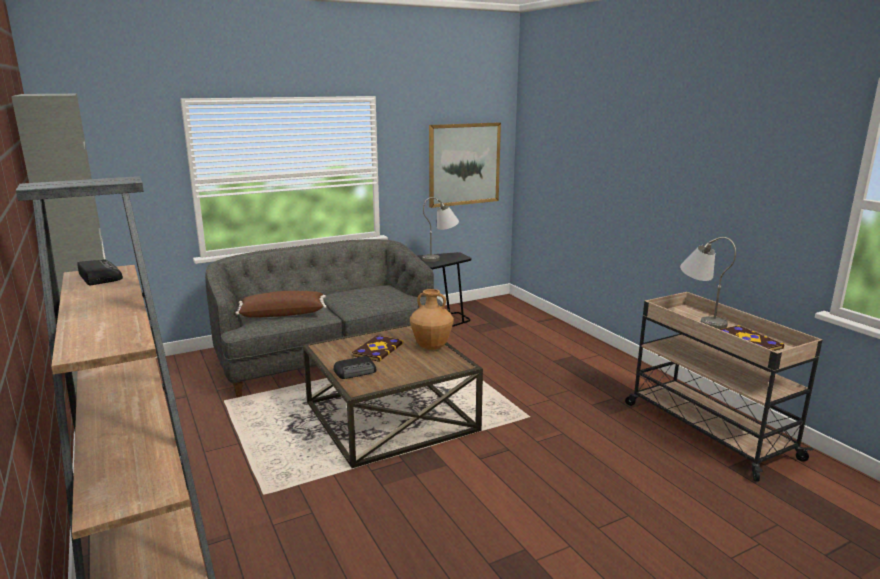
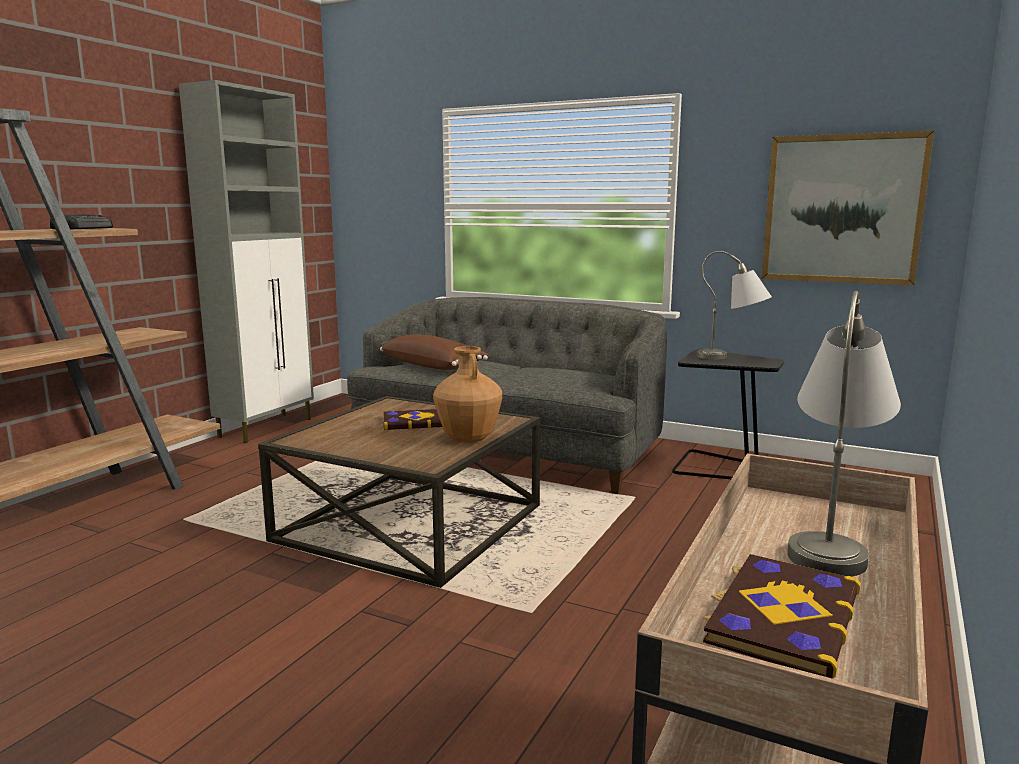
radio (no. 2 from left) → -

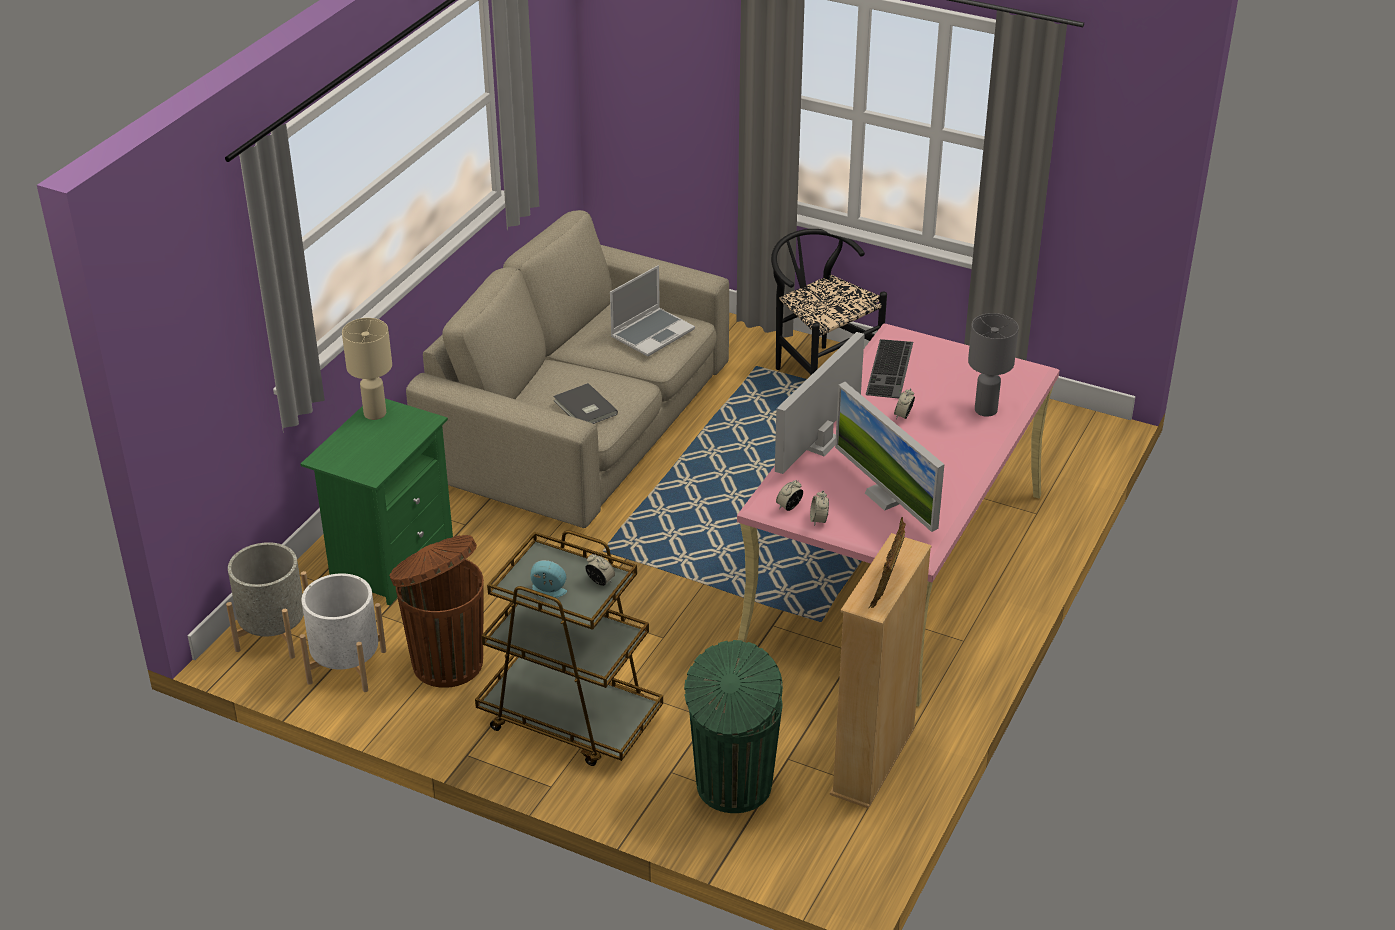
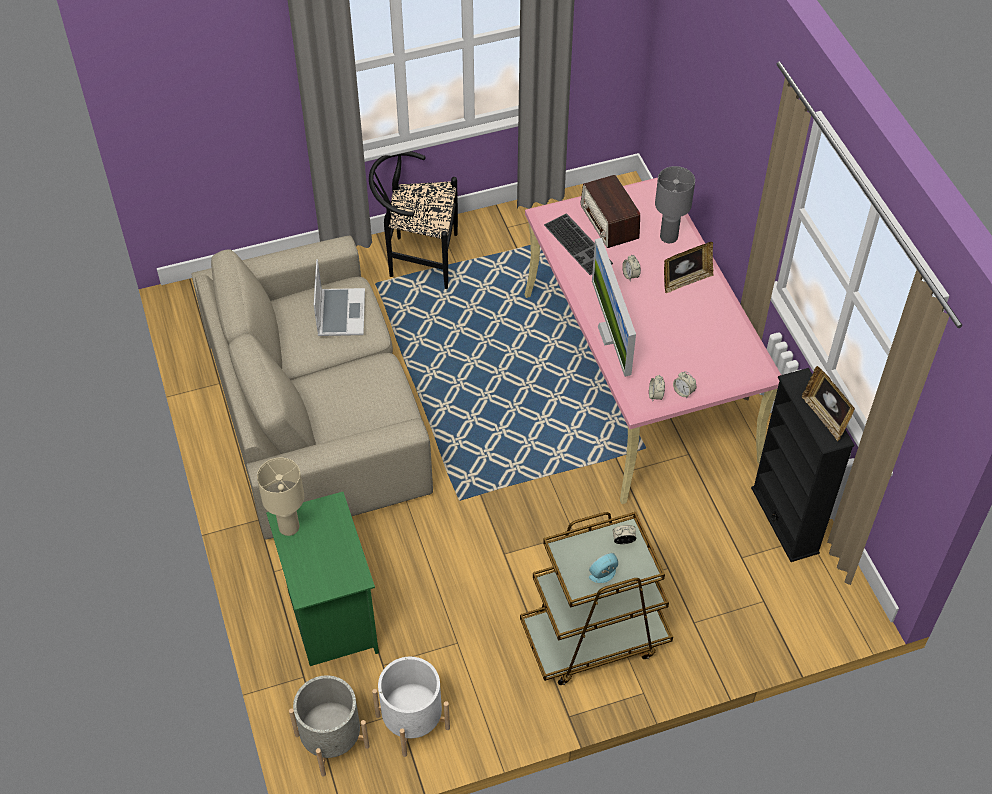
monitor (no. 2 from left) → -
książka [szary] → -
regał [beżowy] → regał [czarny]
kosz na śmieci [brązowy] → -
kosz na śmieci [zielony] → -
- → radio
- → ramka na zdjęcie (no. 1 from left)

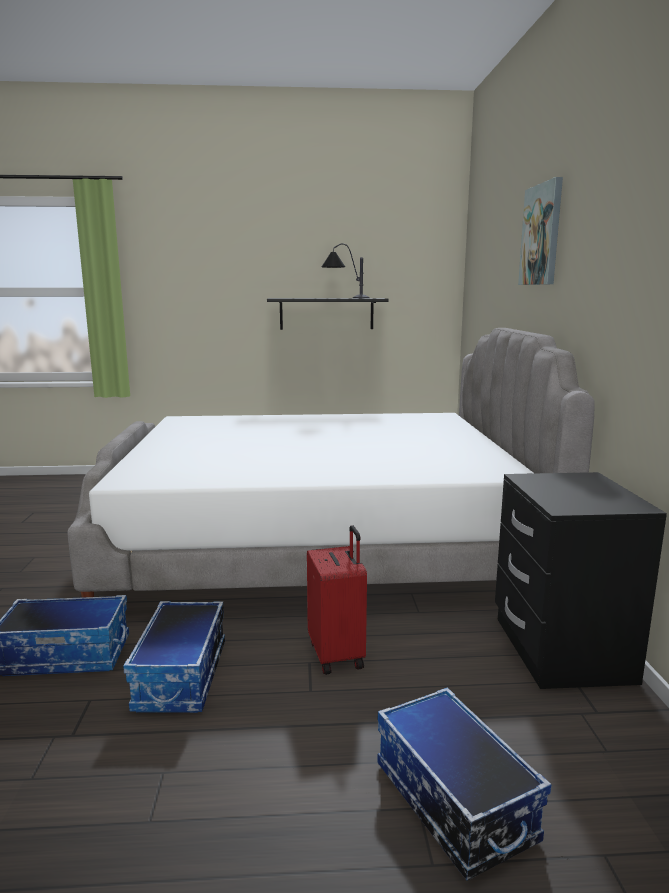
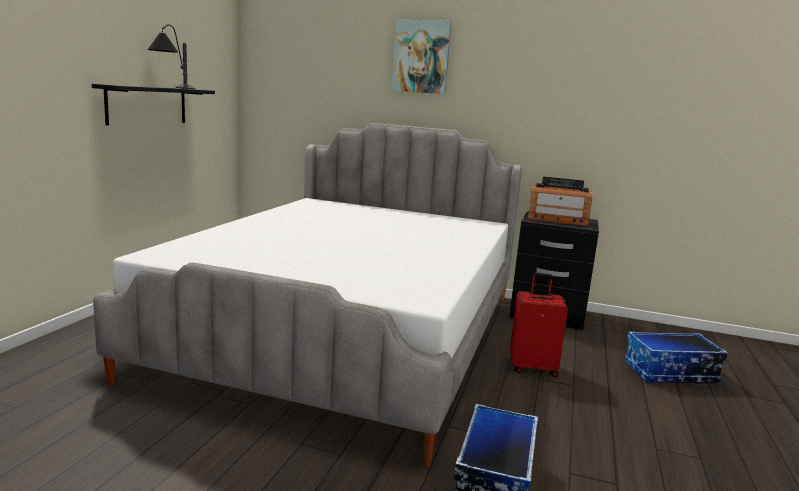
pojemnik do przechowywania (no. 2 from left) → -
- → radio

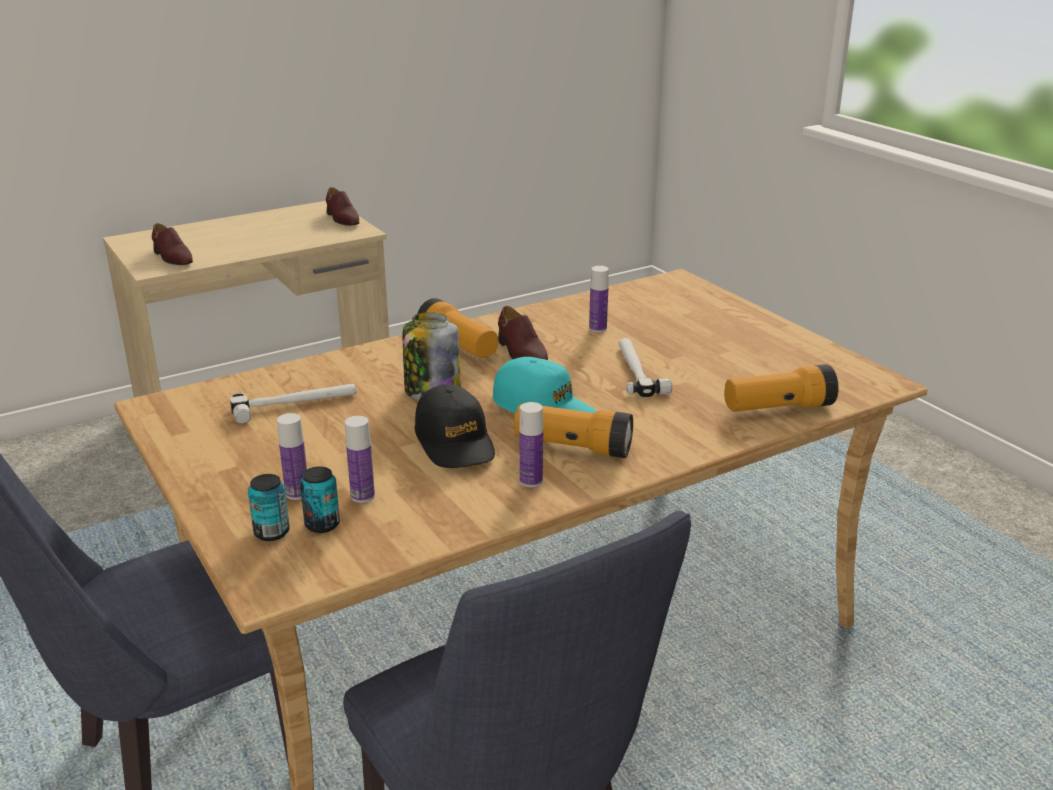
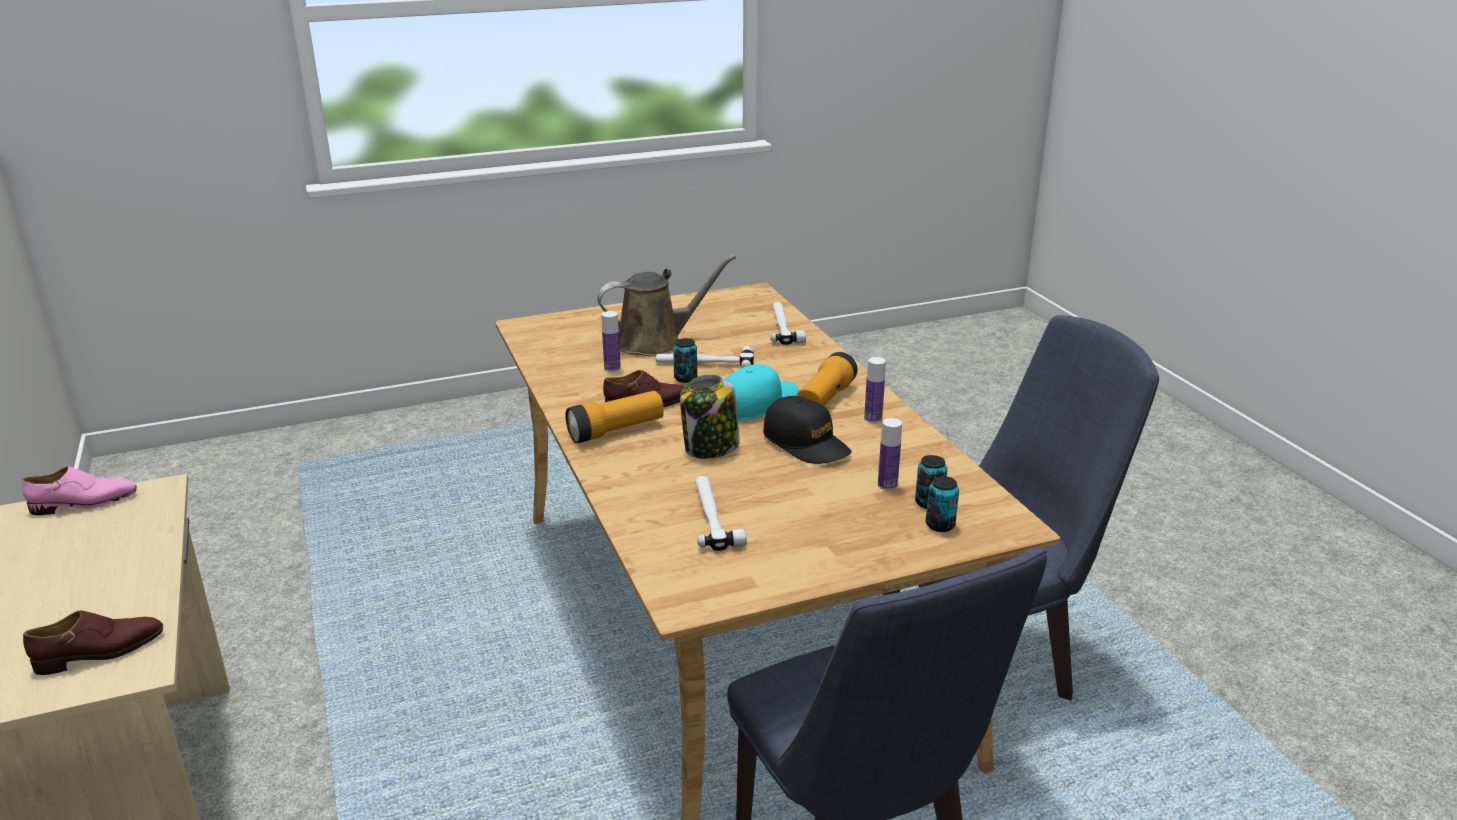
but [brązowy] (no. 2 from left) → but [różowy]
latarka (no. 3 from left) → młotek (no. 3 from left)
czapka z daszkiem [czarny], 60 degrees clockwise
butelka (no. 1 from left) → -
- → konewka [brązowy]
- → puszka (no. 1 from left)

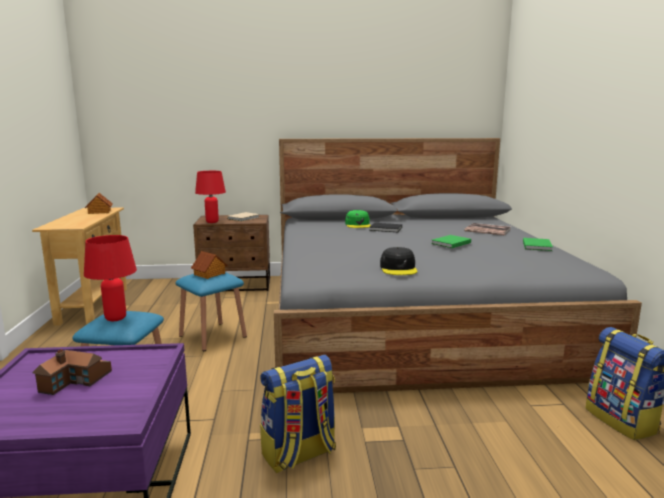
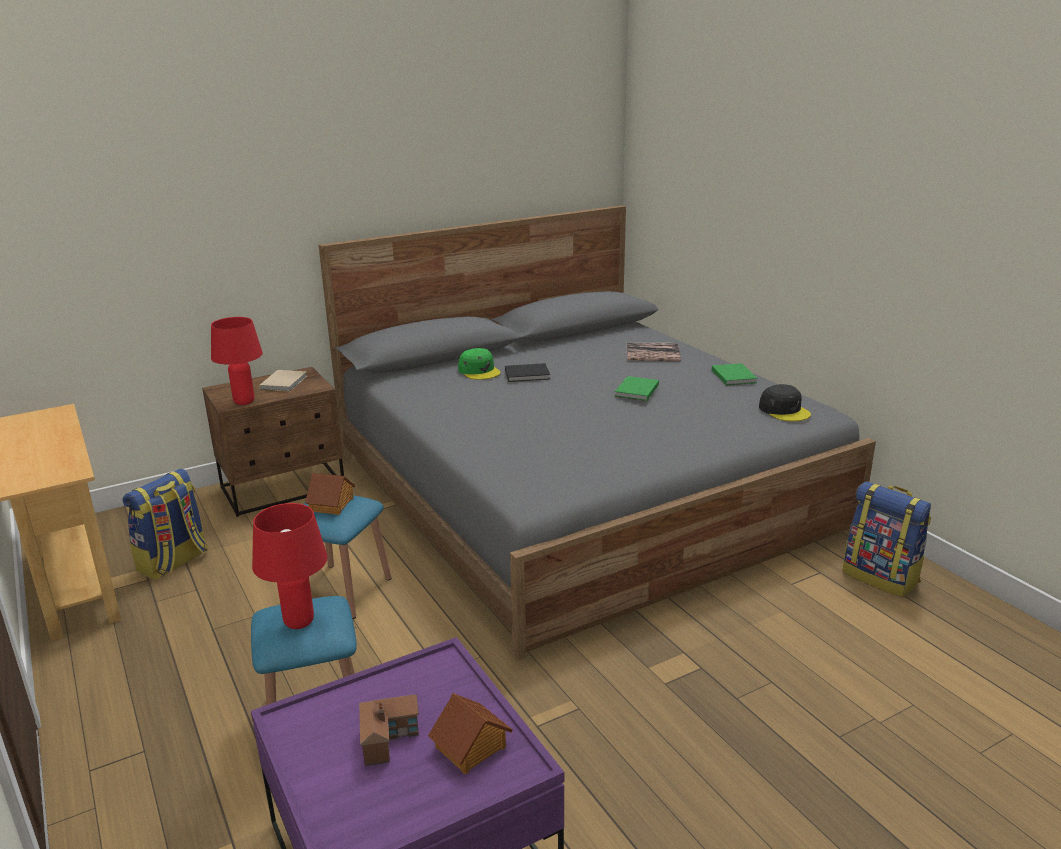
domek (no. 2 from left in the first image) → domek (no. 3 from left), relocated
czapka z daszkiem [czarny], relocated
plecak (no. 1 from left), relocated

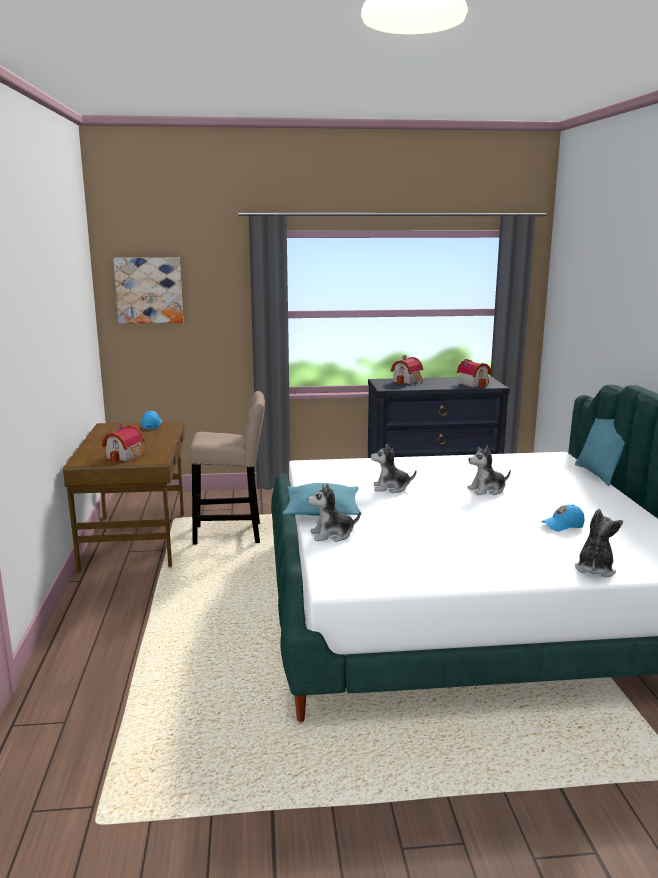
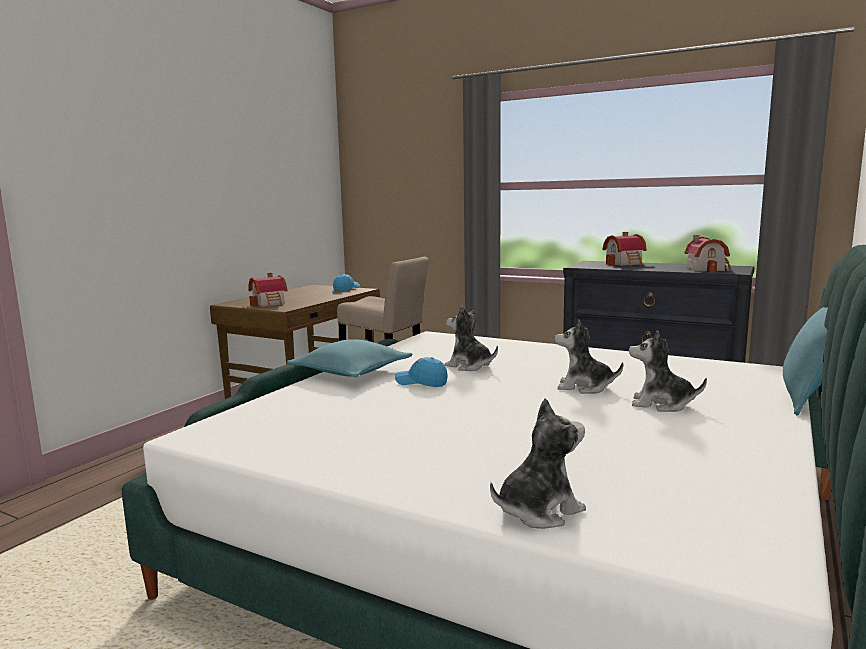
obraz → -
pluszak (no. 1 from left in the first image) → pluszak (no. 4 from left), relocated
czapka z daszkiem [niebieski] (no. 2 from left), relocated

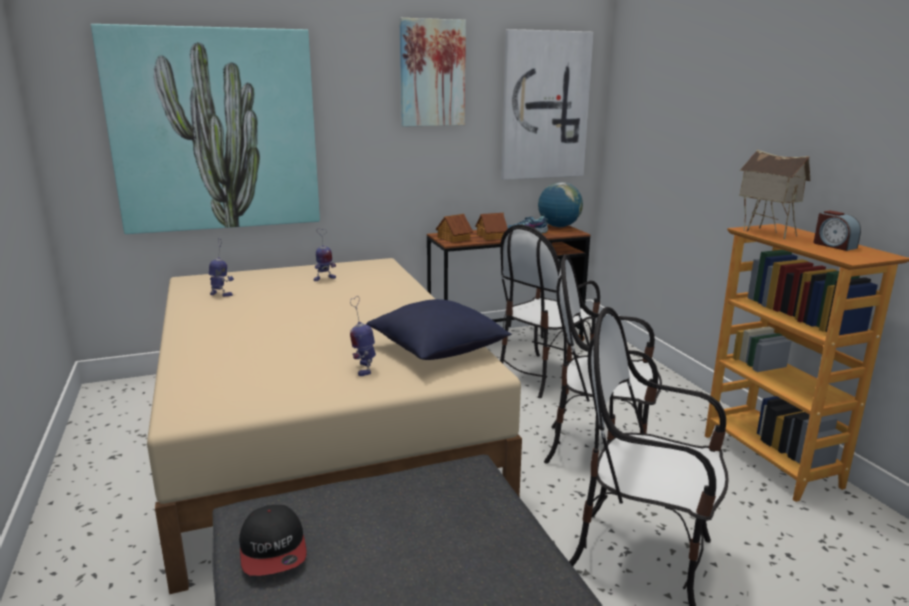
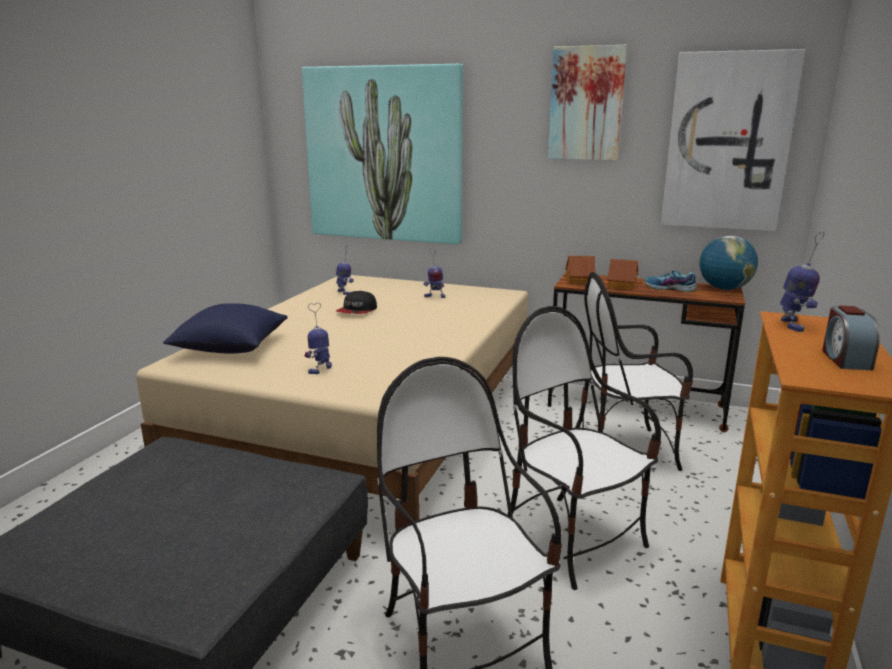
domek (no. 3 from left) → robot zabawkowy (no. 4 from left)
poduszka [niebieski], relocated
czapka z daszkiem, relocated

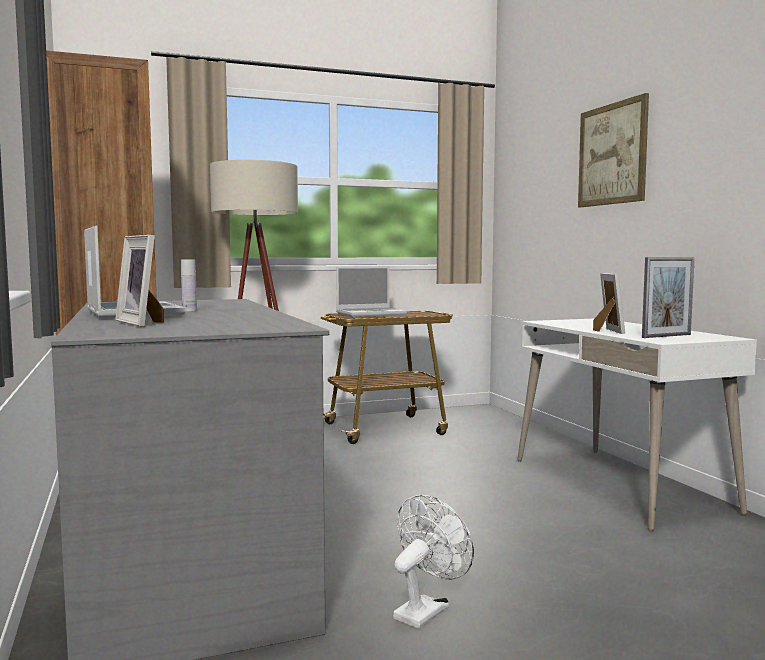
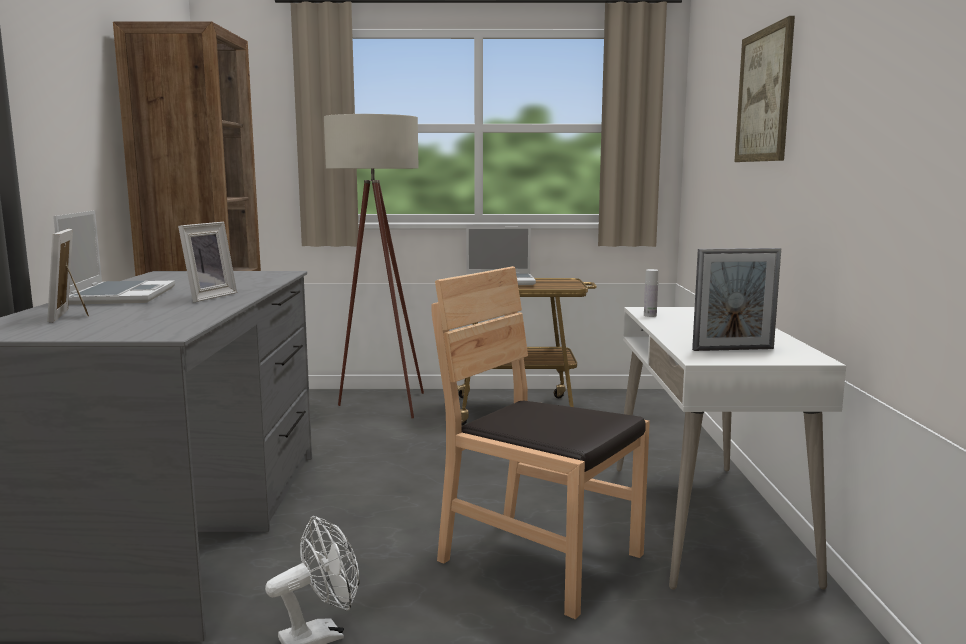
butelka [biały], relocated
ramka na zdjęcie (no. 2 from left), relocated
- → krzesło [brązowy]

